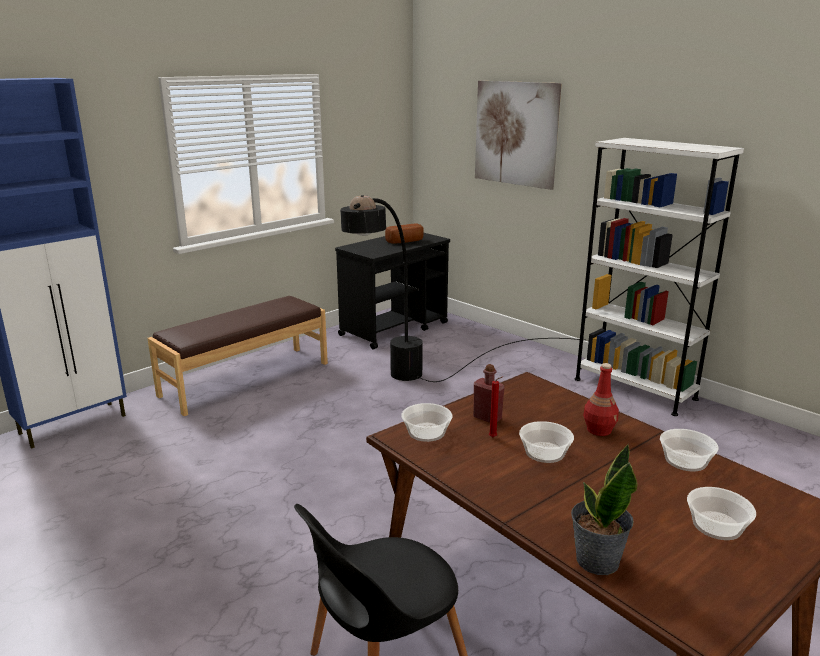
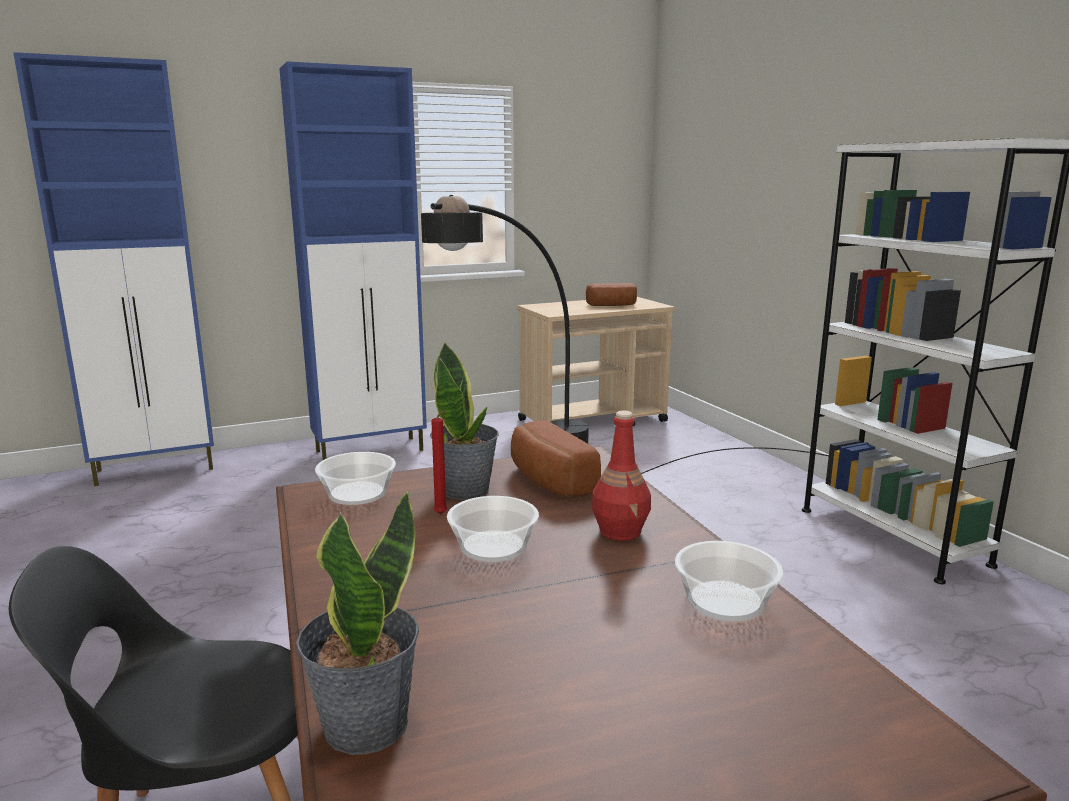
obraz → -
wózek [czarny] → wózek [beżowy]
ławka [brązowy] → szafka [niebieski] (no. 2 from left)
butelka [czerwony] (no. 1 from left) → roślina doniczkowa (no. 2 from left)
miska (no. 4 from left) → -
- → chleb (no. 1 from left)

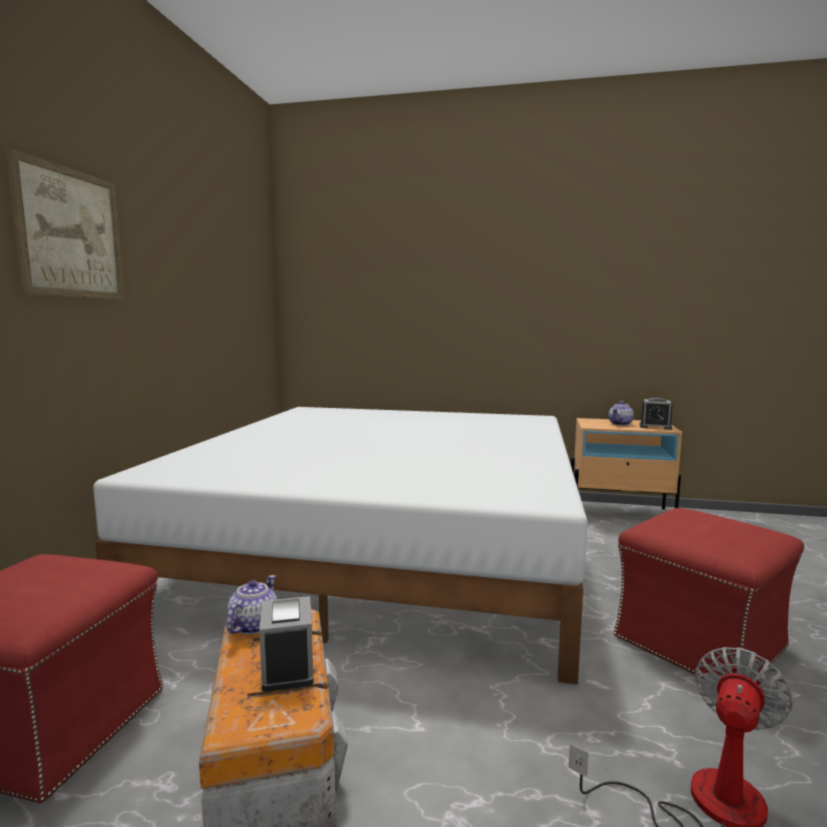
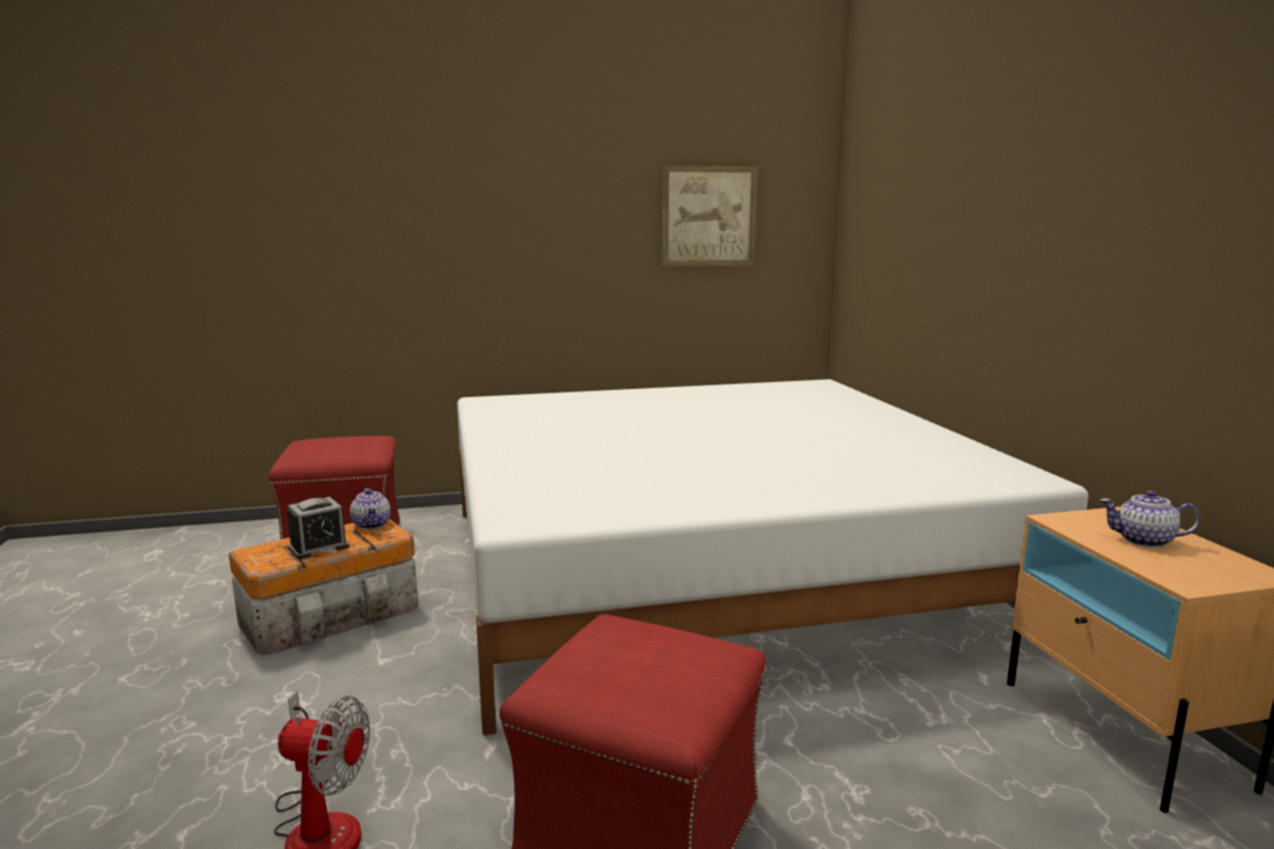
obraz, relocated
budzik (no. 2 from left) → -
imbryk (no. 1 from left), 75 degrees clockwise

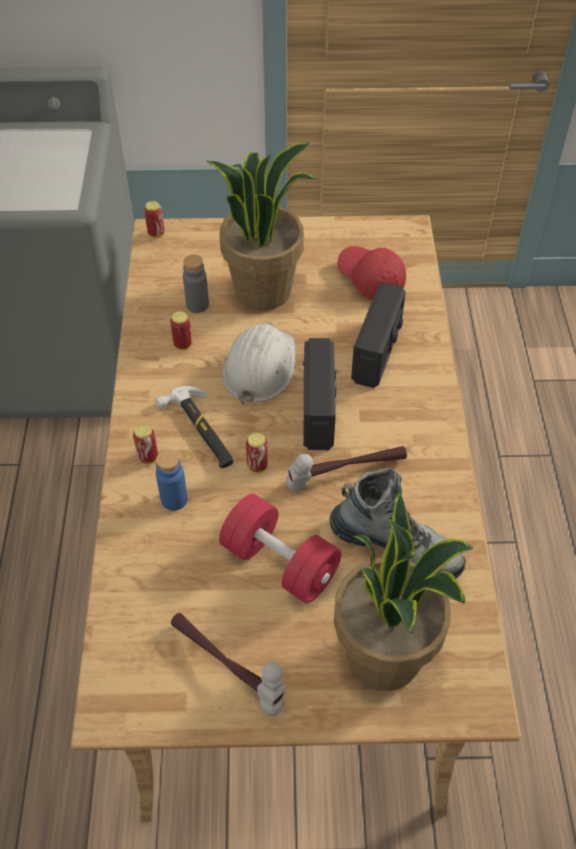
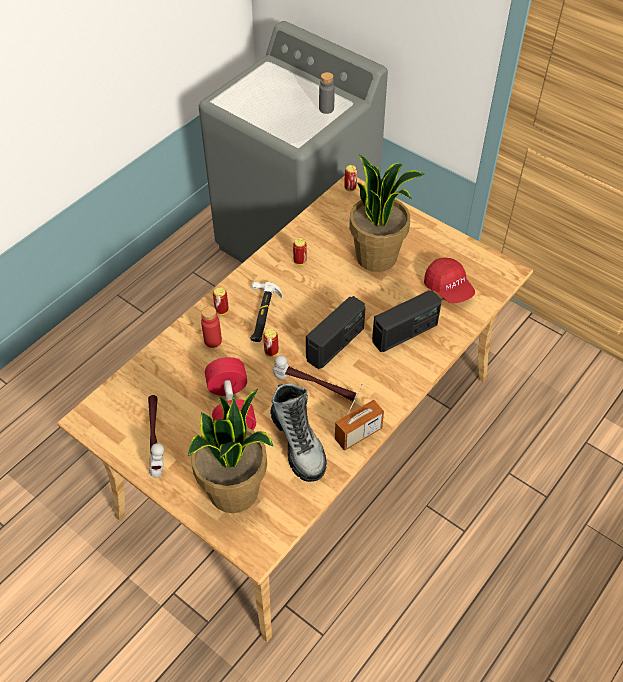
czapka z daszkiem [czerwony], 150 degrees clockwise
butelka [szary], relocated
kask [biały] → -
butelka [niebieski] → butelka [czerwony]
- → radio (no. 2 from left)

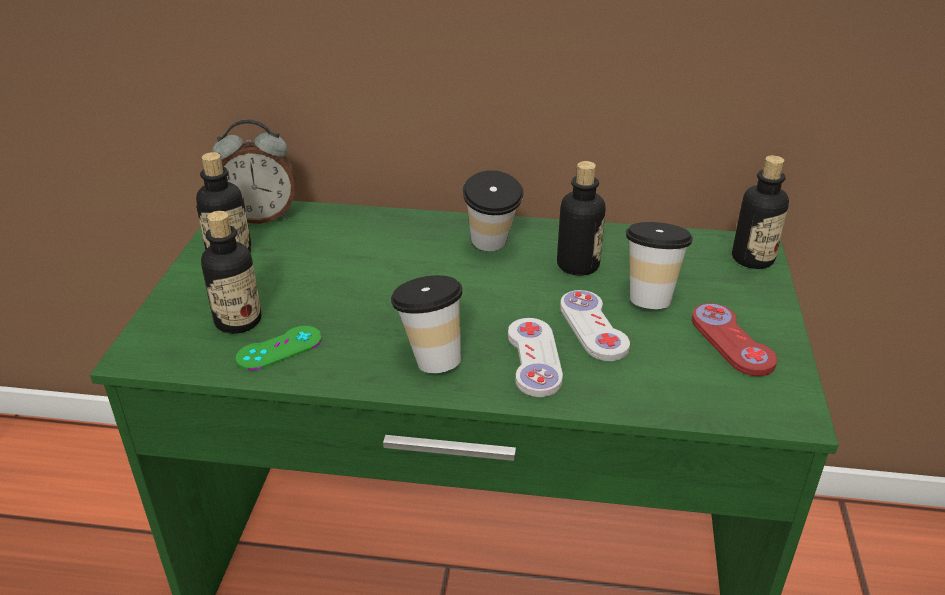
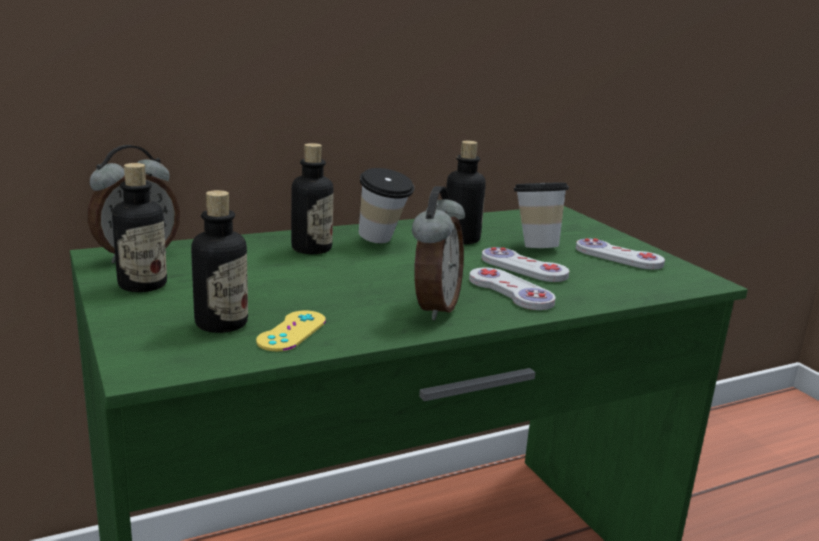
butelka (no. 4 from left in the first image) → butelka (no. 3 from left), relocated
filiżanka (no. 1 from left) → budzik (no. 2 from left)
pad do gier [czerwony] → pad do gier [biały] (no. 3 from left)
pad do gier [zielony] → pad do gier [żółty]

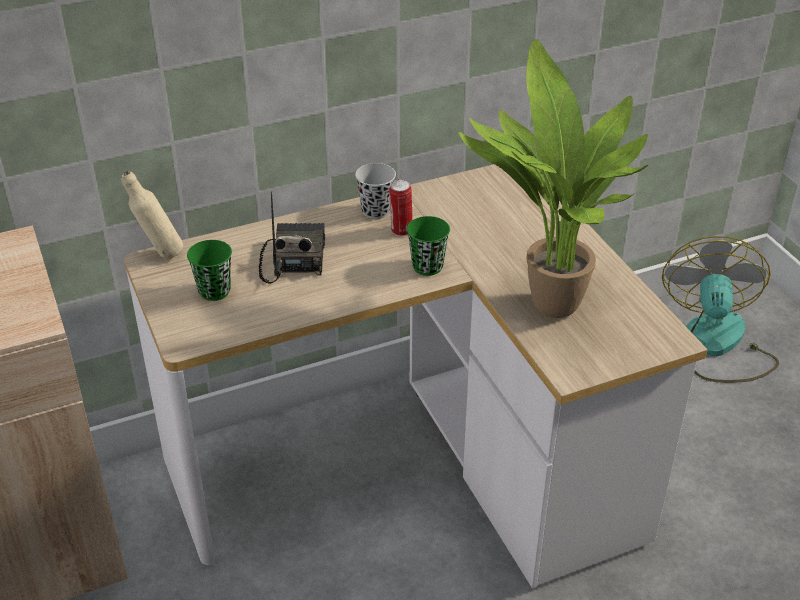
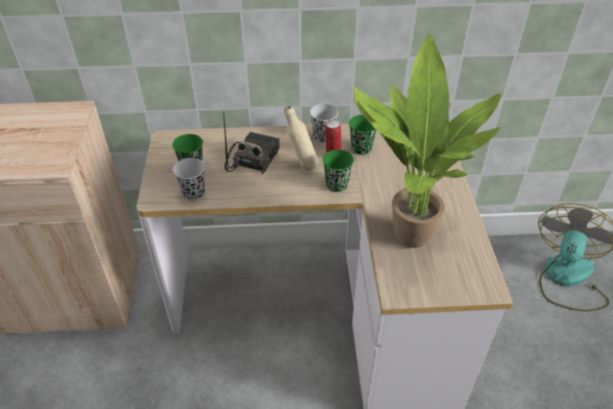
butelka [beżowy], relocated
- → filiżanka [zielony] (no. 3 from left)
- → filiżanka [czarny] (no. 1 from left)

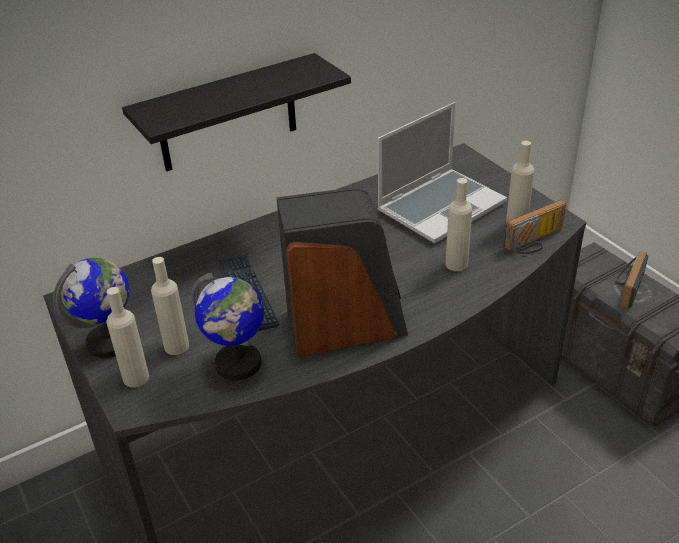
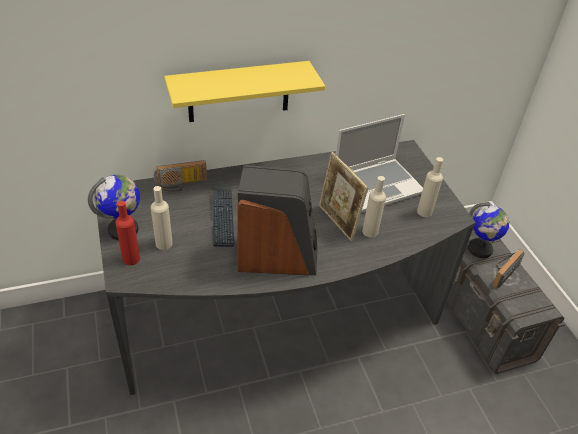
półka [czarny] → półka [żółty]
radio (no. 1 from left), relocated
globus (no. 2 from left), relocated
butelka [beżowy] (no. 1 from left) → butelka [czerwony]
- → ramka na zdjęcie

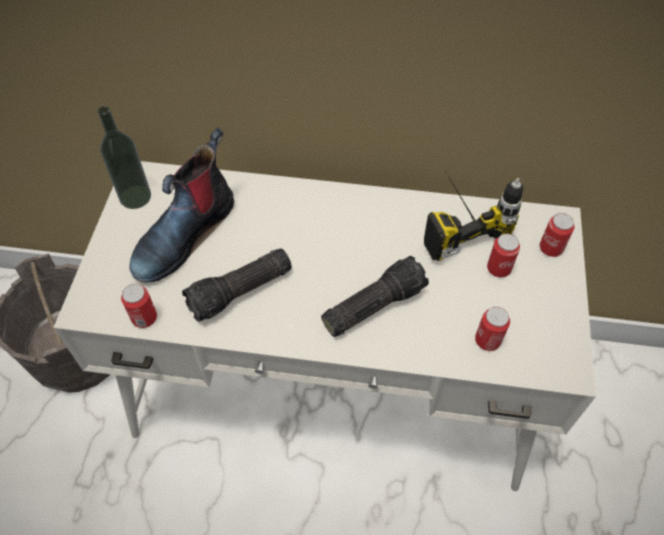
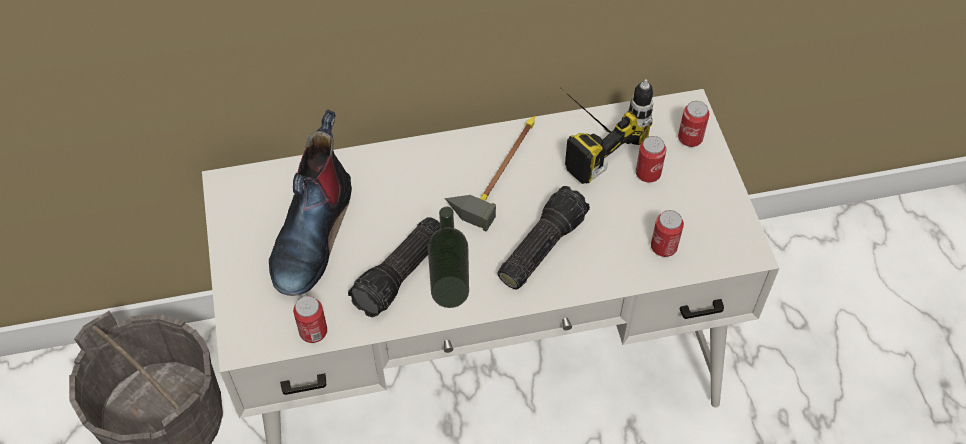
butelka, relocated
- → młotek

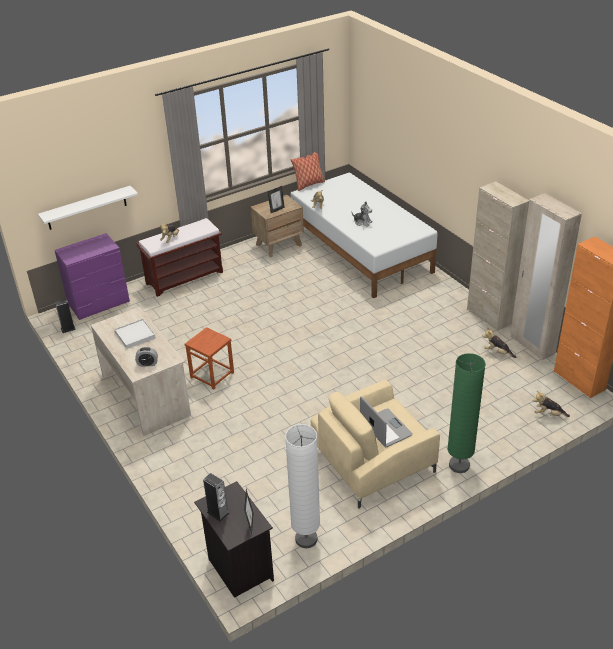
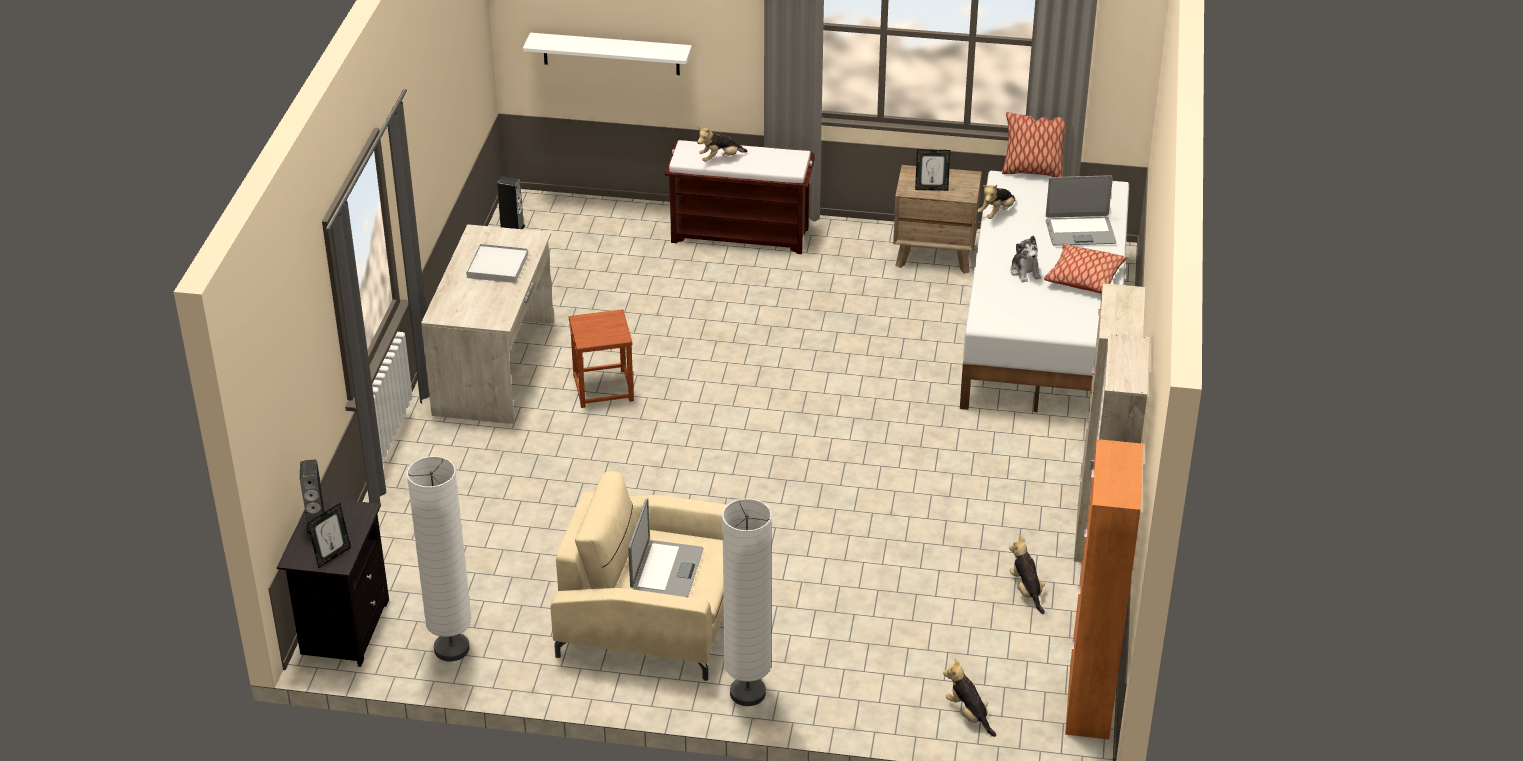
komoda [fioletowy] → -
budzik → -
lampa stojąca [zielony] → lampa stojąca [biały] (no. 2 from left)
- → laptop (no. 2 from left)
- → poduszka (no. 2 from left)

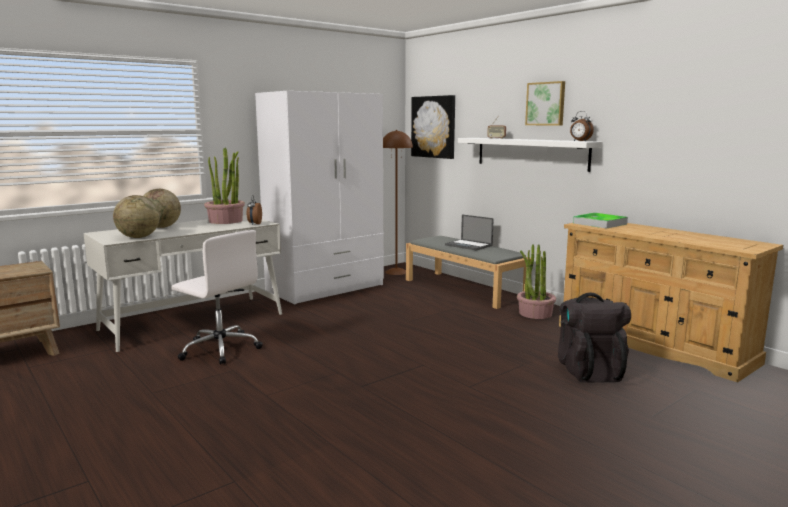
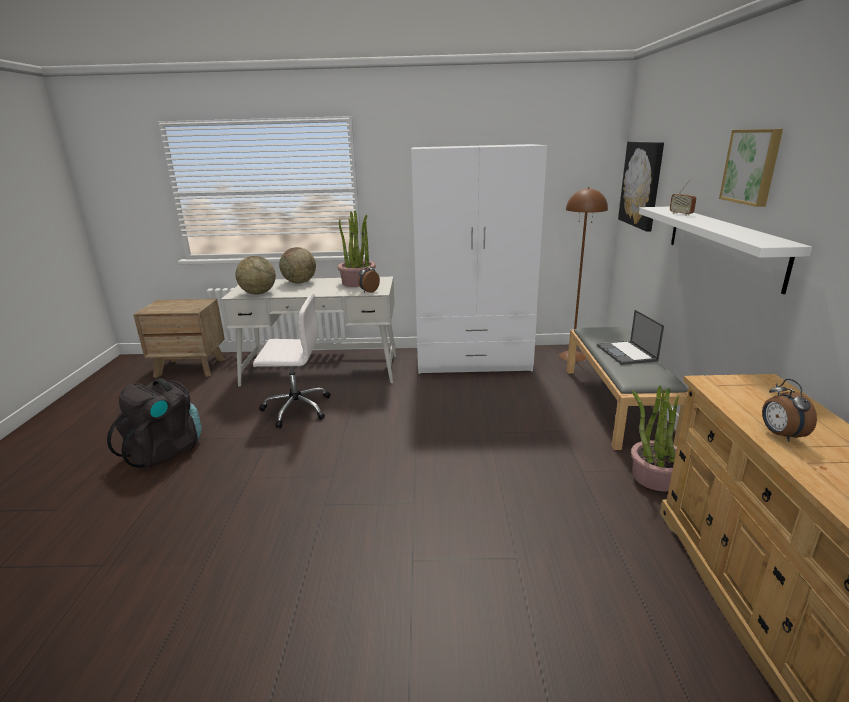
budzik (no. 2 from left), relocated
taca → -
krzesło biurowe [biały], 75 degrees counterclockwise
plecak [czarny], relocated

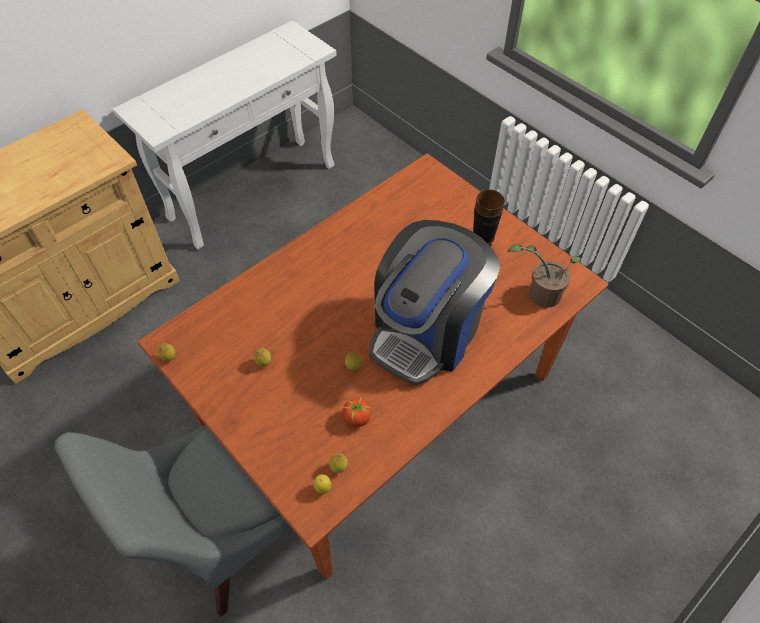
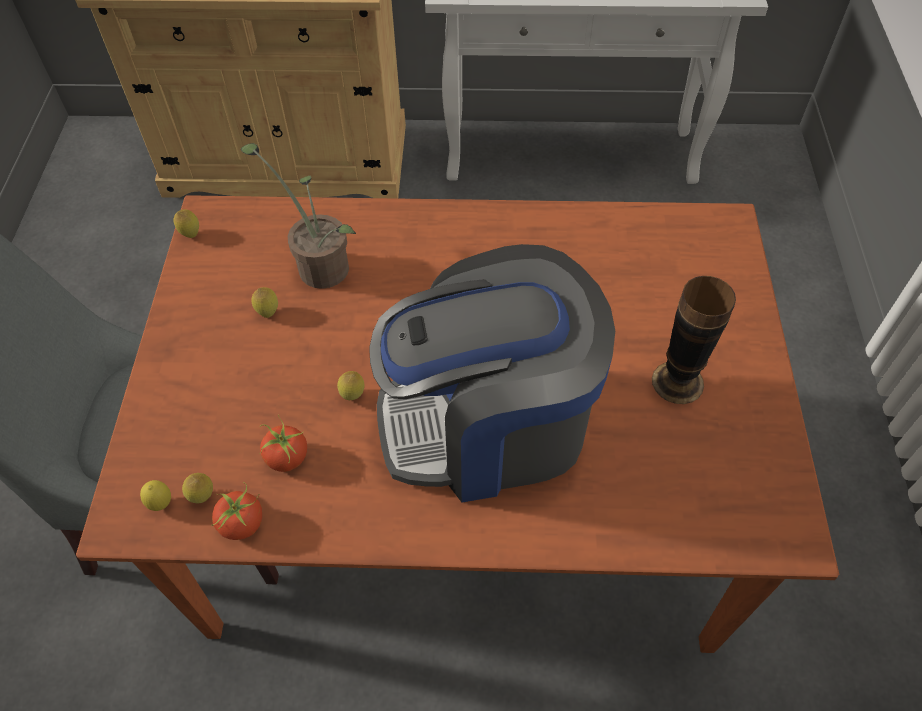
roślina doniczkowa, relocated
- → pomidor (no. 1 from left)

